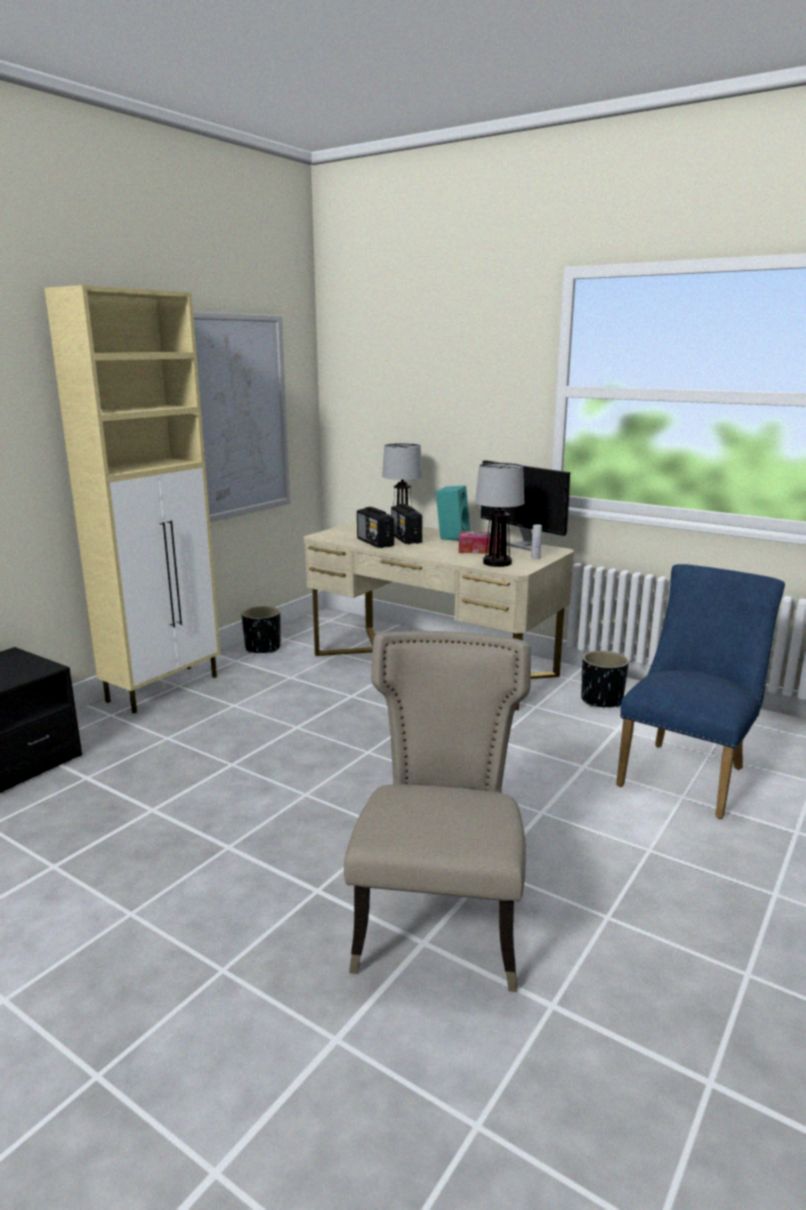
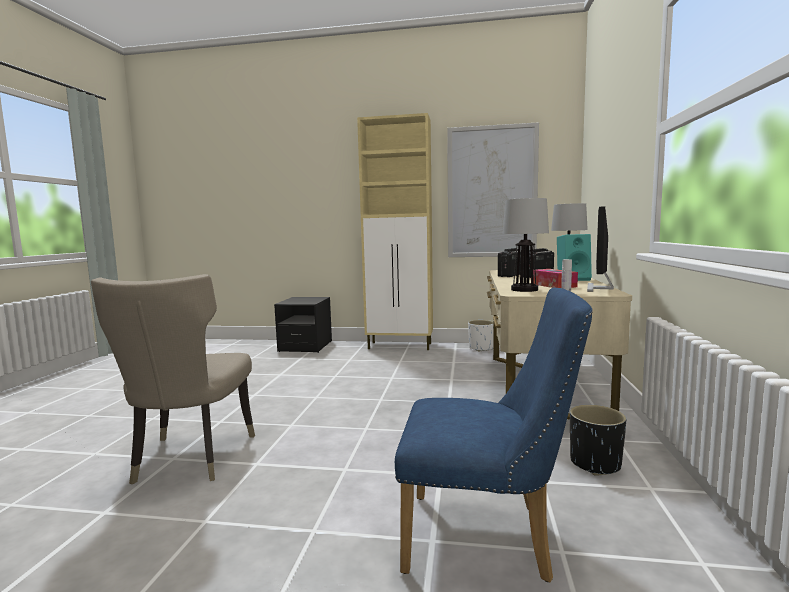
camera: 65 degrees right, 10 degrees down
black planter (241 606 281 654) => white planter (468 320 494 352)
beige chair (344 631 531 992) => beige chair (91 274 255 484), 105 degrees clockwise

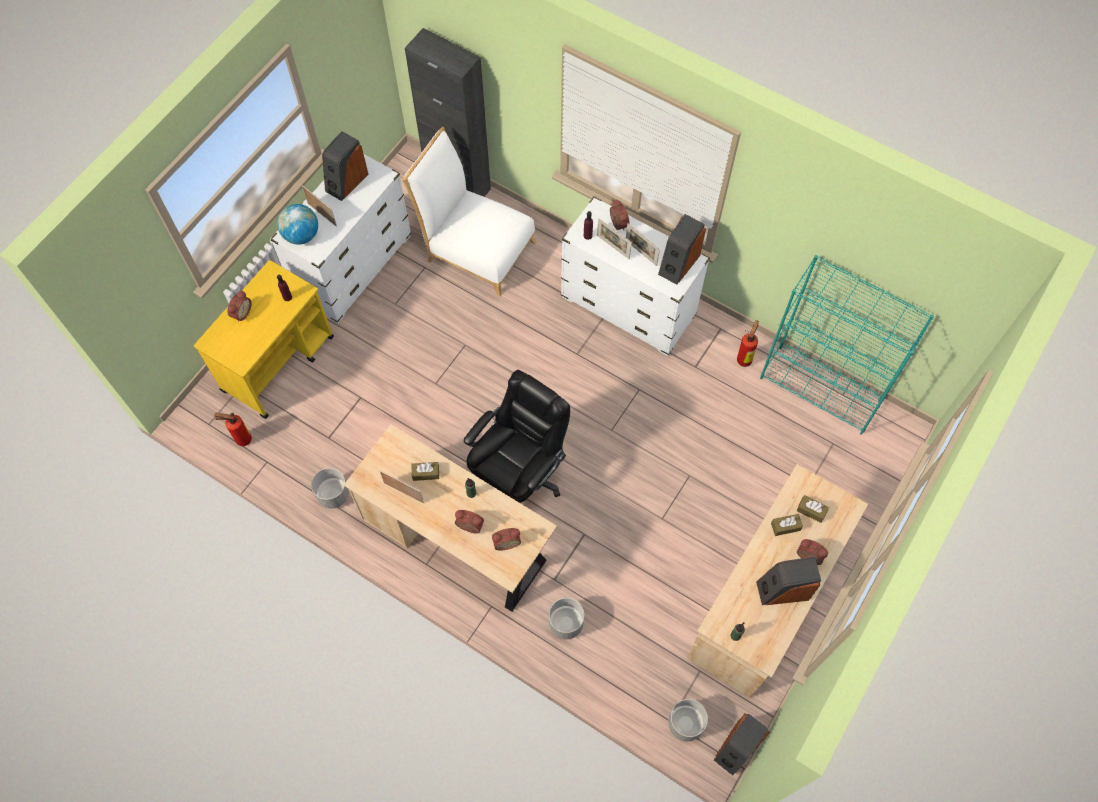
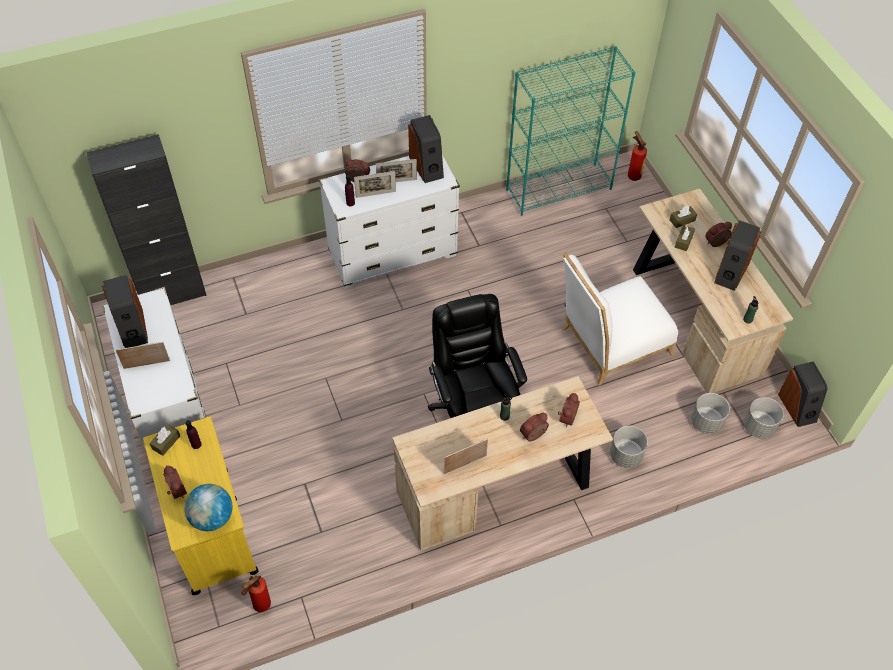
camera: 55 degrees left, 10 degrees down
white chair (402 126 536 297) => white chair (562 253 678 385), relocated
globe (277 204 318 245) => globe (184 484 232 531), relocated
fire extinguisher (737 320 759 367) => fire extinguisher (628 131 647 181), relocated
brown tissue box (411 462 439 481) => brown tissue box (149 424 180 456), relocated
grey planter (311 468 349 509) => grey planter (691 393 730 434), relocated

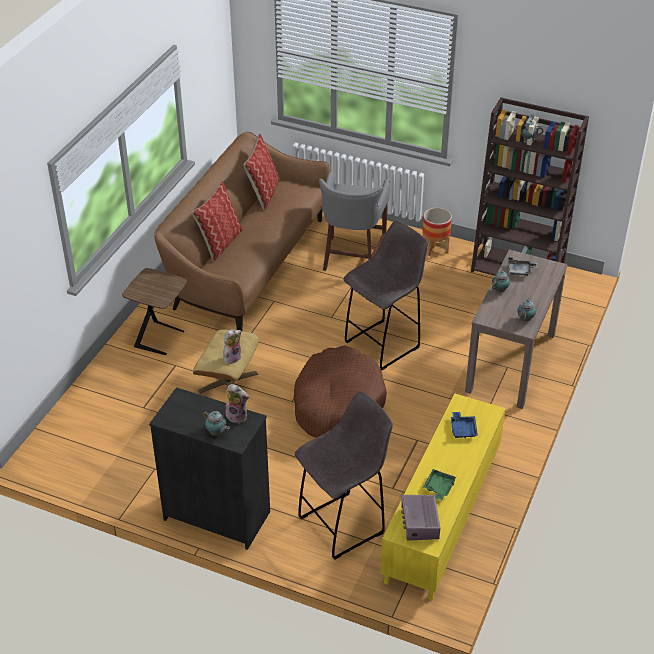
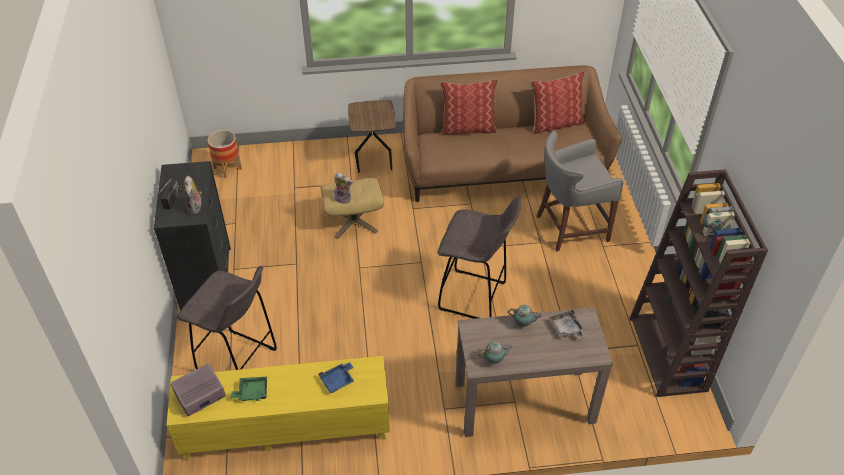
camera: 60 degrees right, 5 degrees up
planter (422 208 452 256) => planter (207 130 242 178), relocated
brown dog bed (294 345 387 438) => nothing
teapot (203 410 230 436) => radio (154 179 181 209)

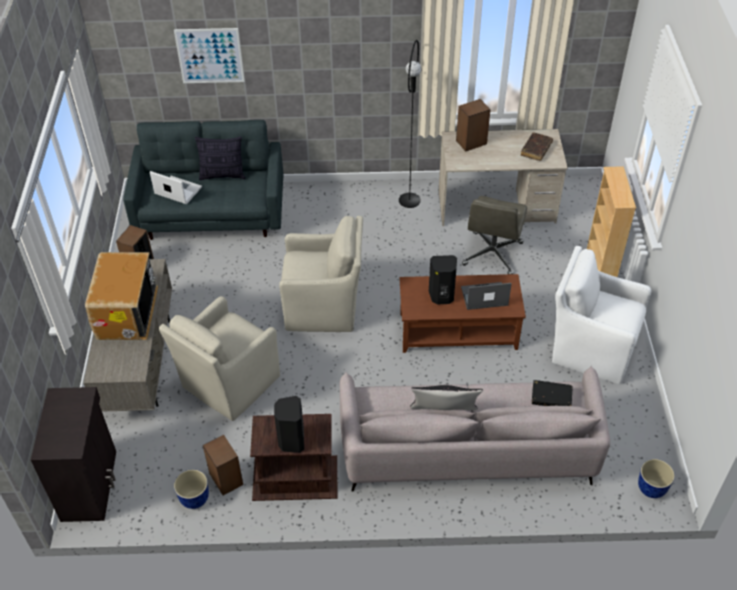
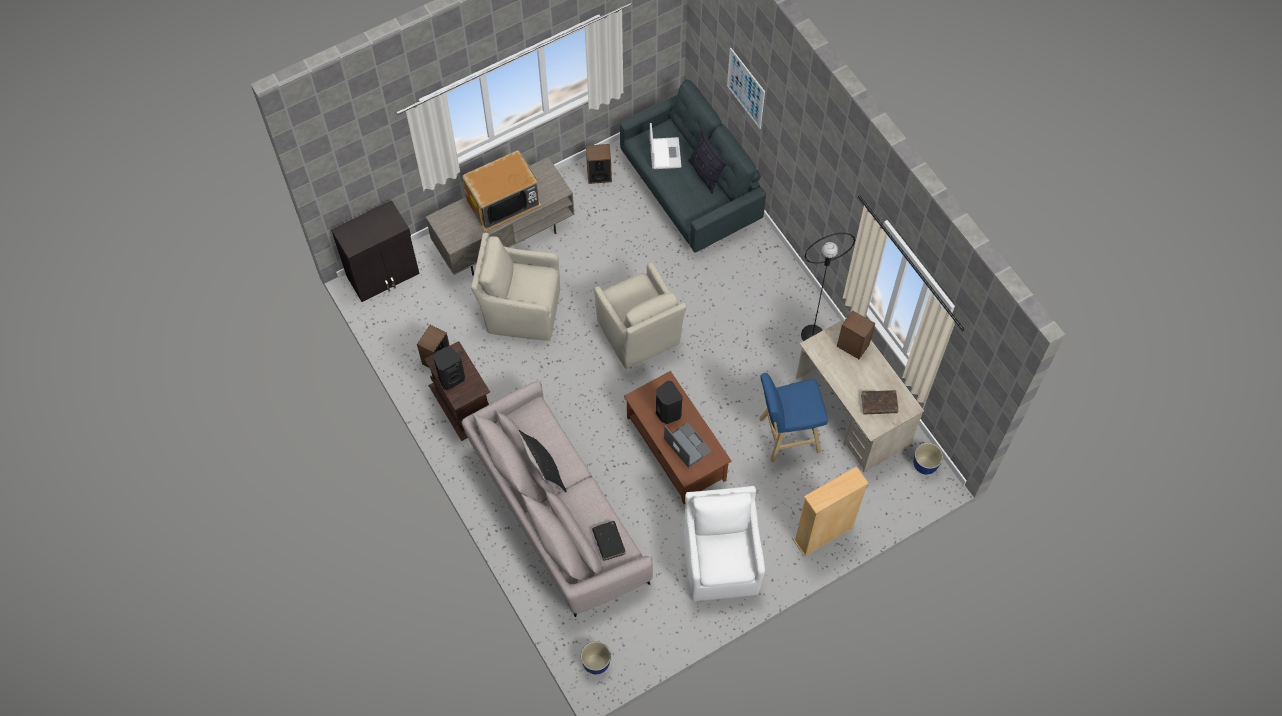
camera: 60 degrees right, 15 degrees up
grey office chair (462 196 527 274) => blue stool (759 373 828 462)
planter (174 469 209 509) => planter (913 443 943 475), relocated

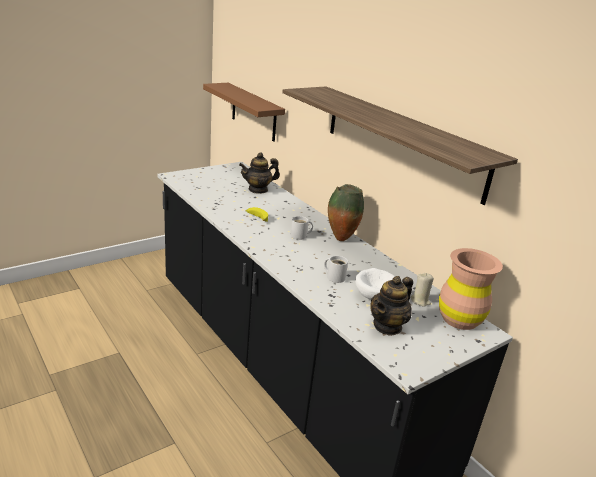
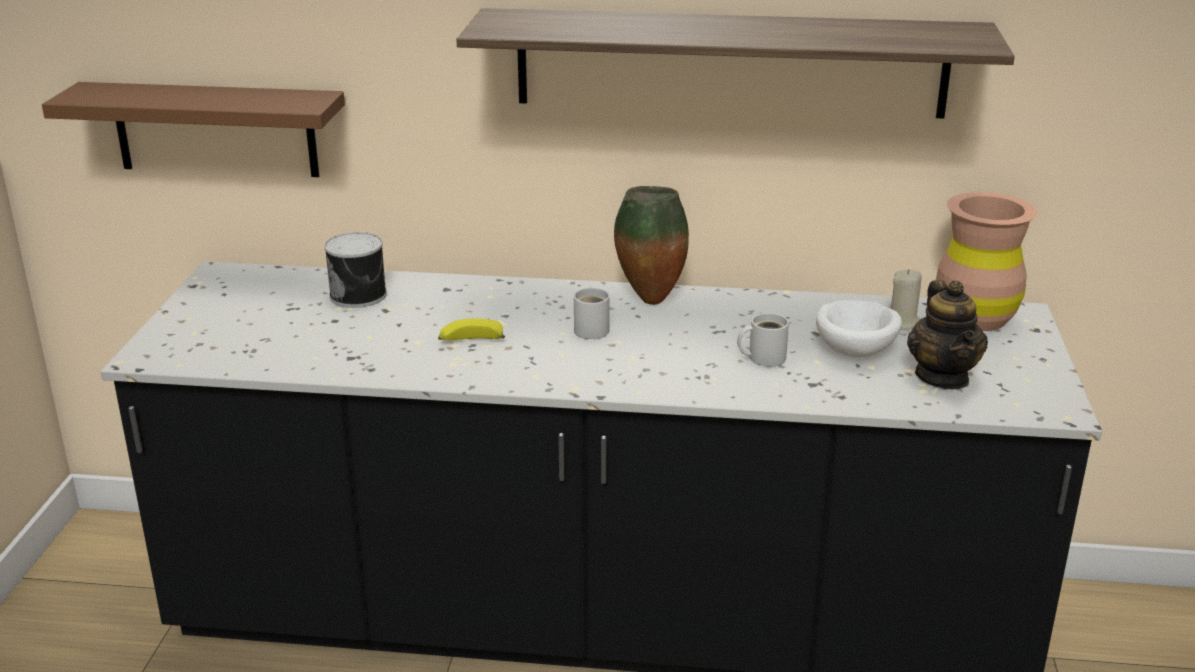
camera: 45 degrees left, 0 degrees up
teapot (239 152 280 194) => can (324 232 387 308)

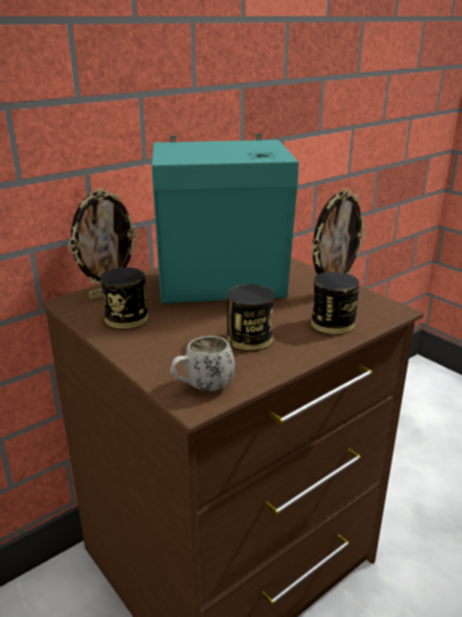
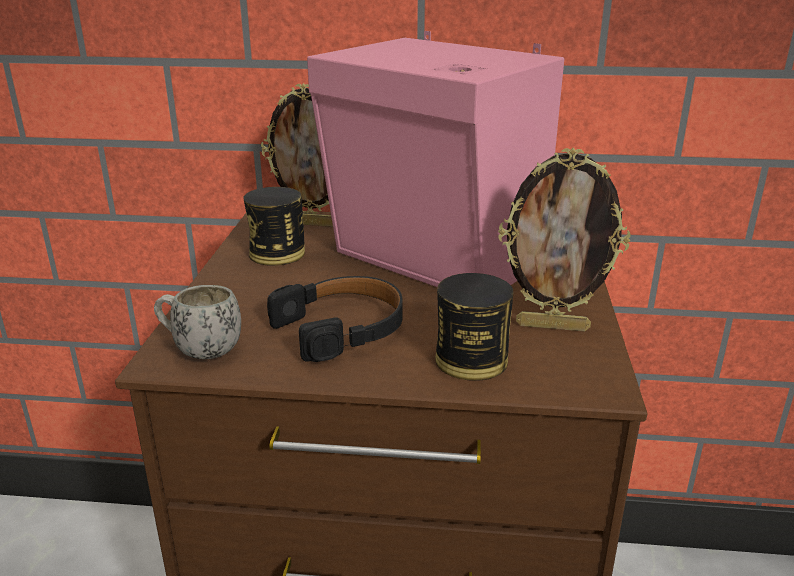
camera: 45 degrees right, 0 degrees up
turquoise speaker (152 134 299 303) => pink speaker (307 31 564 287)
can (227 284 275 351) => black headphones (267 276 403 362)

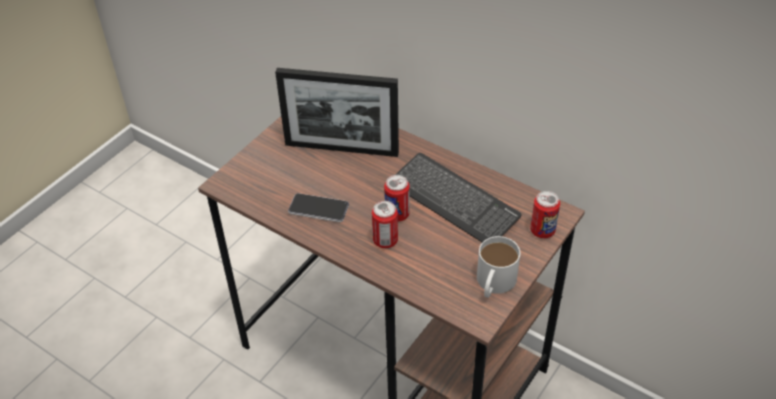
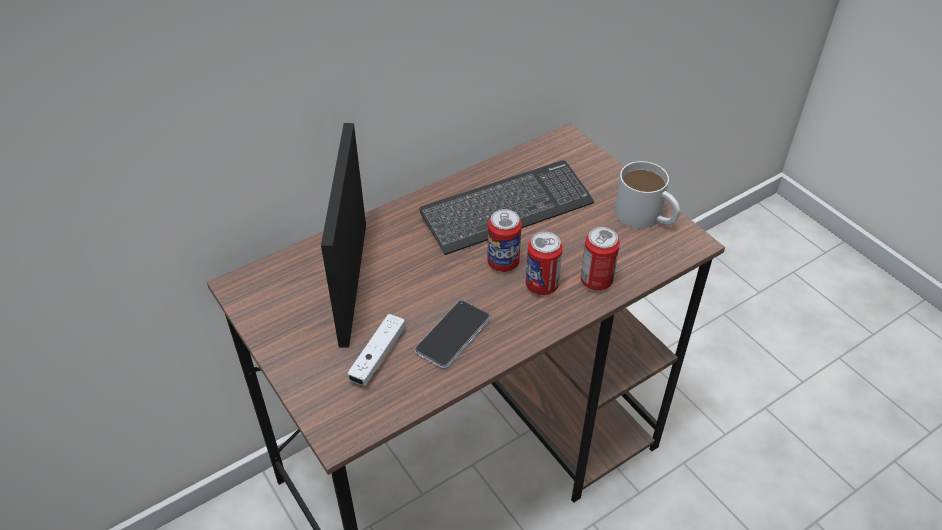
camera: 70 degrees left, 0 degrees up
picture frame (275 68 399 157) => picture frame (321 123 366 347), 150 degrees clockwise
can (530 191 560 238) => can (581 227 620 290), relocated
nothing => white game controller (347 314 405 385)

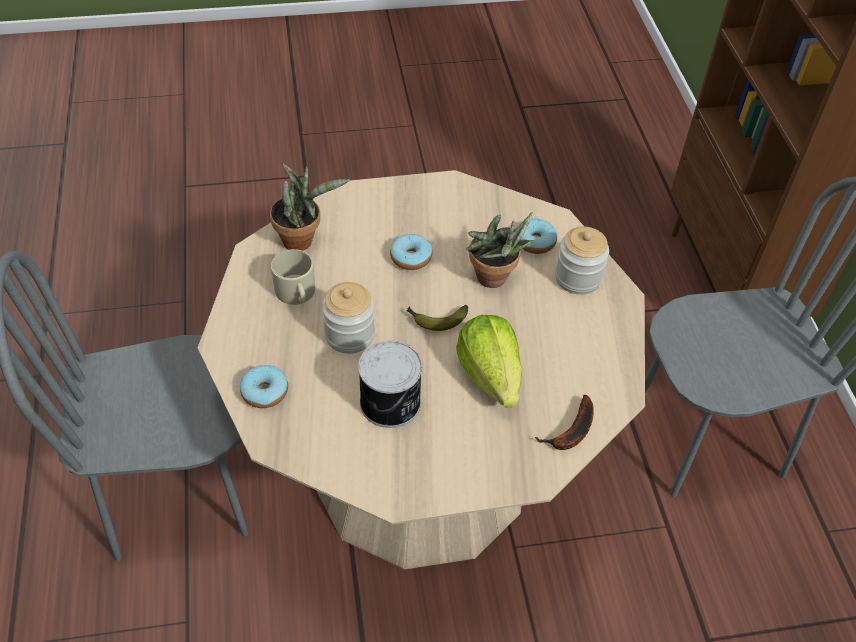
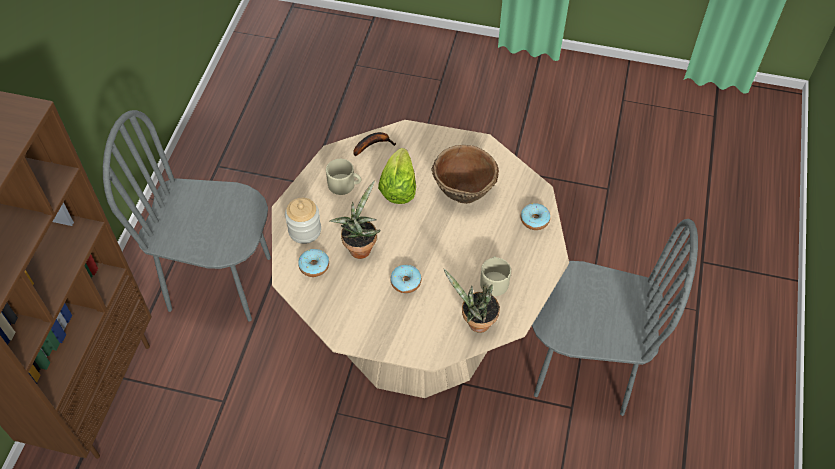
camera: 155 degrees left, 5 degrees up
jar (322 282 375 354) => nothing
banana (406 305 468 331) => nothing
can (358 341 422 428) => brown bowl (431 145 499 204)
nothing => beige mug (326 159 361 195)

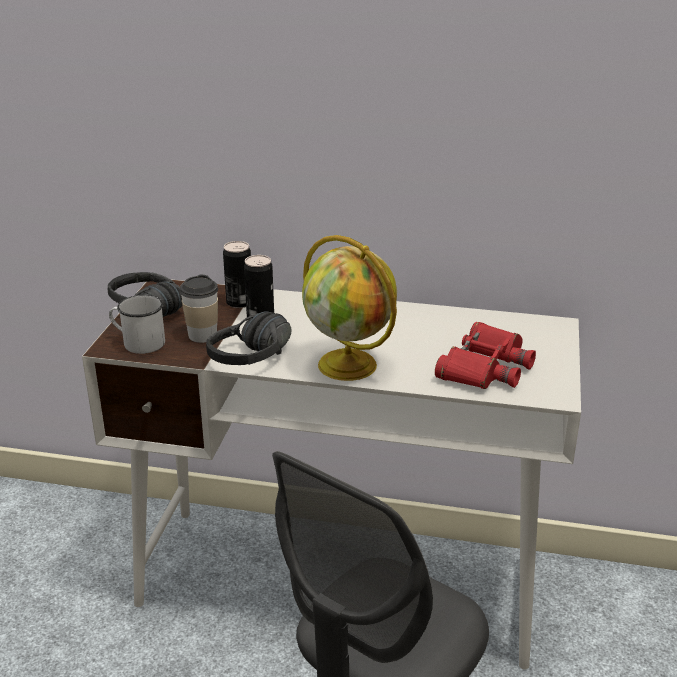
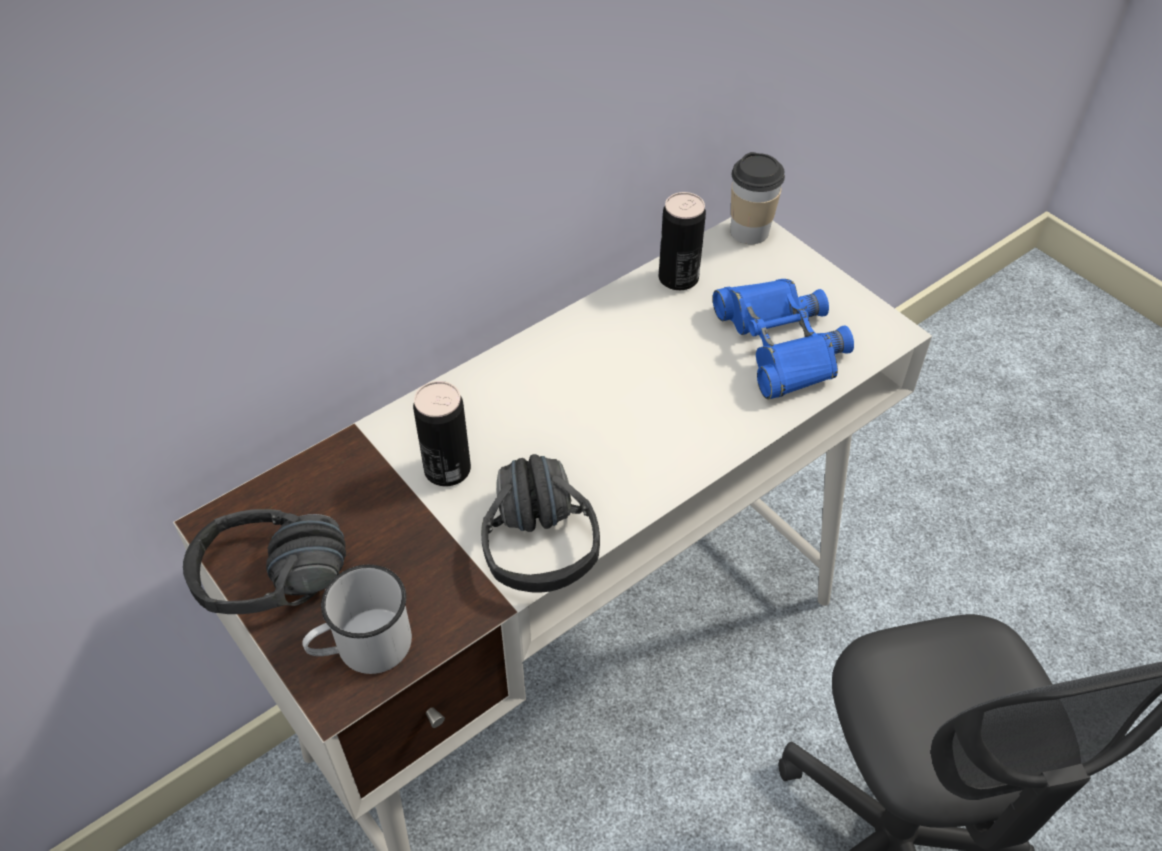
camera: 50 degrees left, 20 degrees up
globe (302 235 397 381) => nothing
can (223 241 251 308) => can (659 192 706 290), relocated
cup (180 275 218 343) => cup (731 152 785 244), relocated
red binoculars (435 322 536 389) => blue binoculars (713 279 854 399)

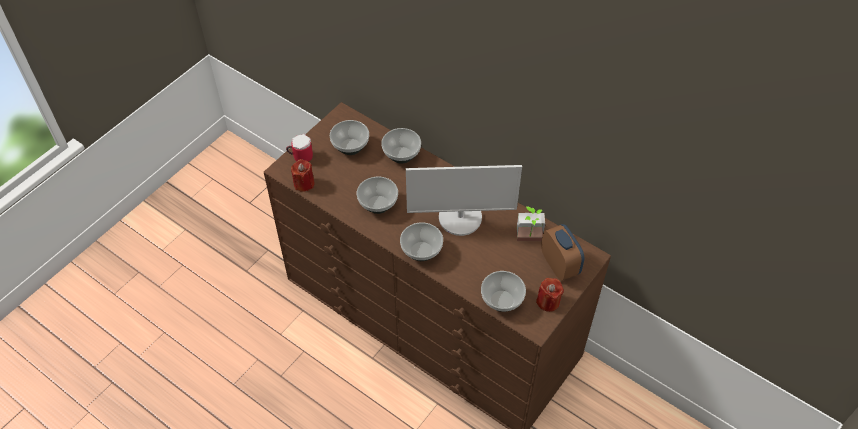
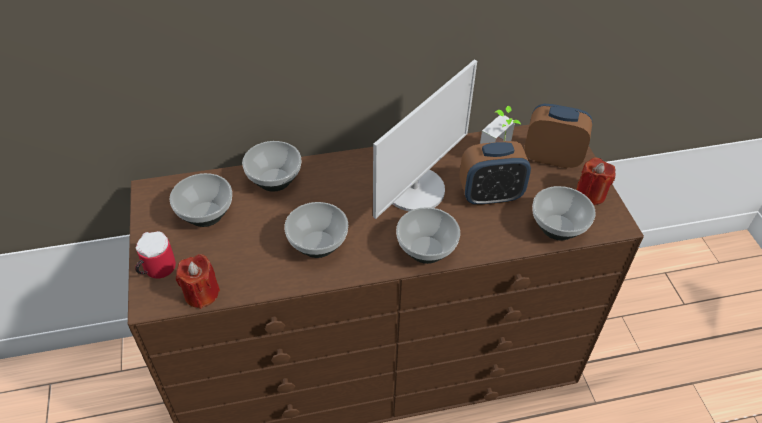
camera: 50 degrees left, 5 degrees down
nothing => alarm clock (460 141 531 206)

